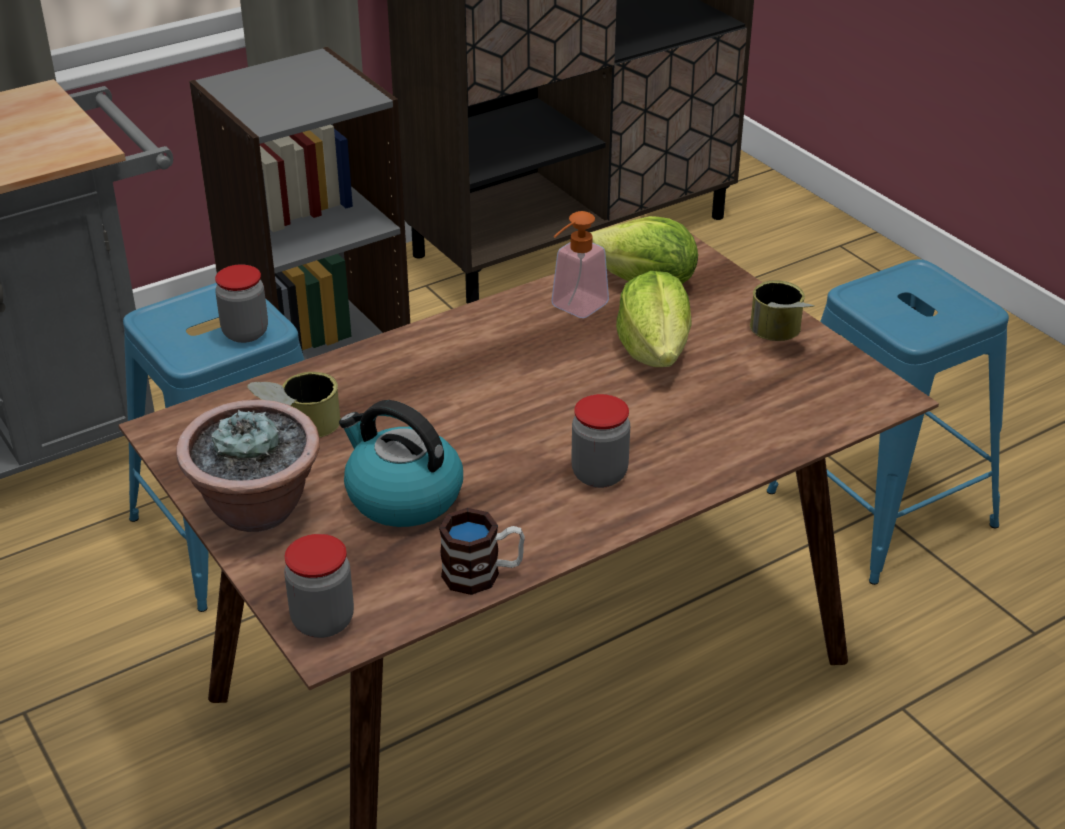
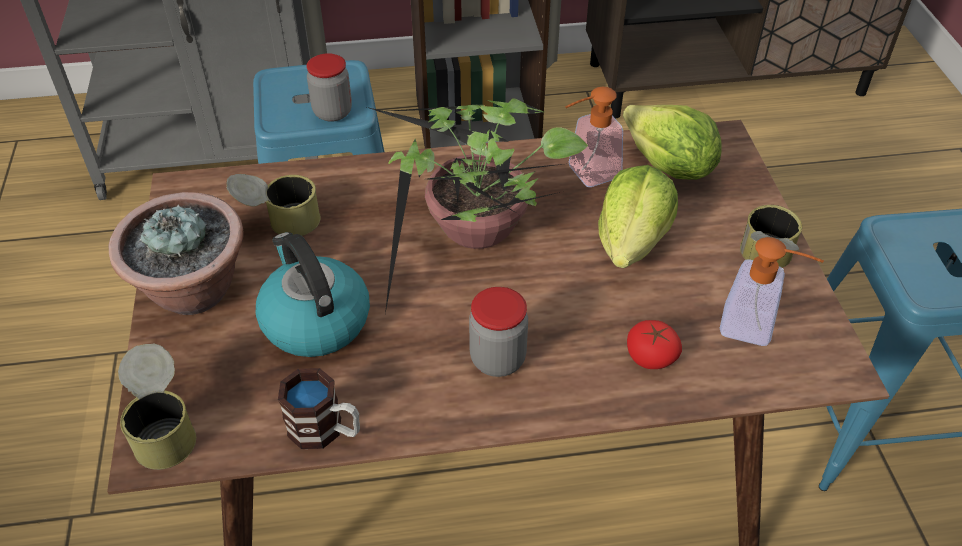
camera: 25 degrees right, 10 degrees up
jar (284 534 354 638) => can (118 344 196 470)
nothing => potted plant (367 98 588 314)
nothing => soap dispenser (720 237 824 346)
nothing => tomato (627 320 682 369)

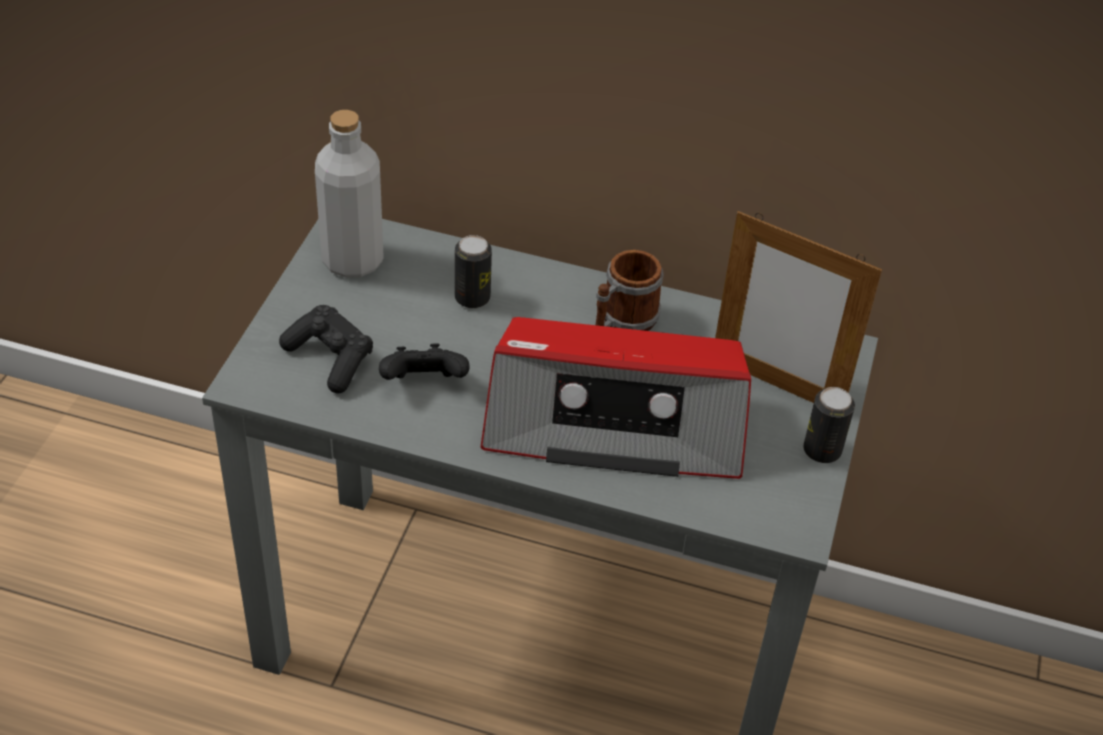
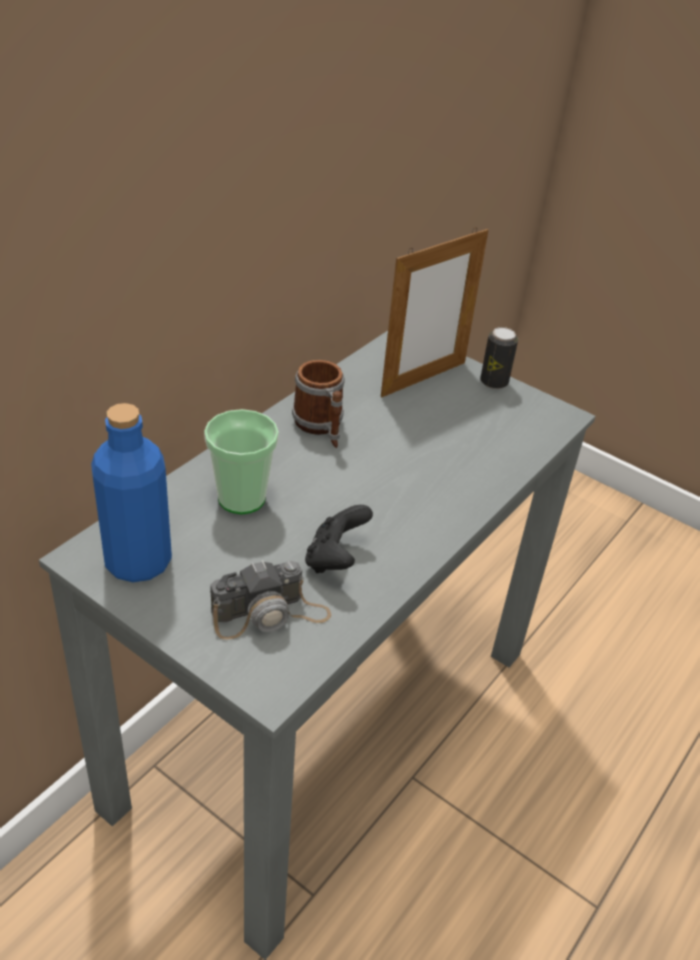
camera: 70 degrees left, 5 degrees down
grey bottle (315 110 384 278) => blue bottle (91 403 172 582)
can (455 235 492 308) => cup (204 409 279 514)
black game controller (279 305 373 394) => photo camera (210 560 331 639)
radio (481 317 751 479) => nothing

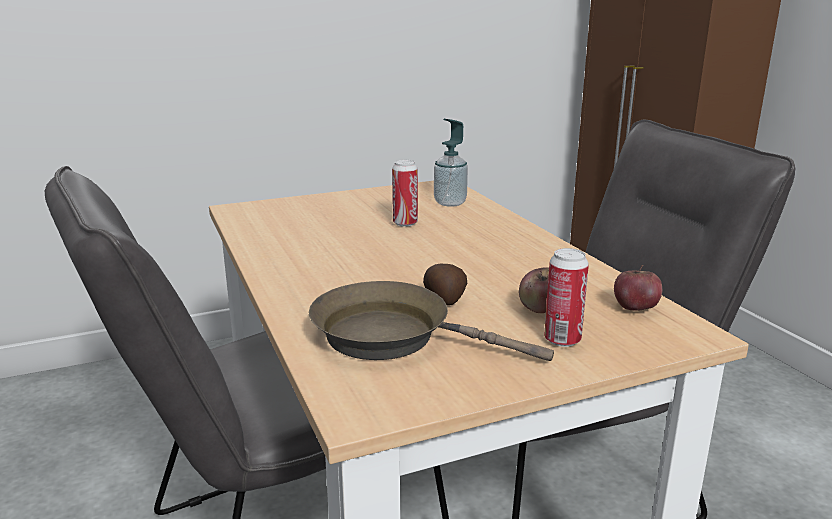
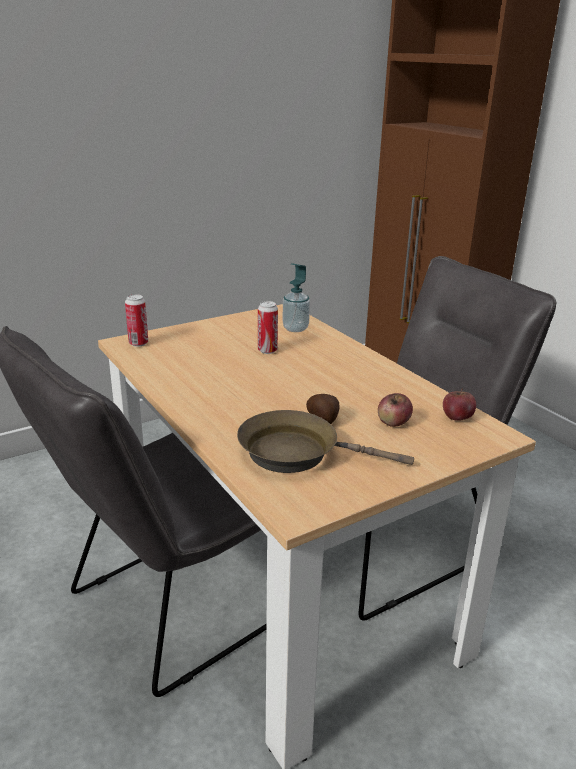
camera: 10 degrees left, 5 degrees up
can (544 248 589 347) => can (125 294 148 347), relocated

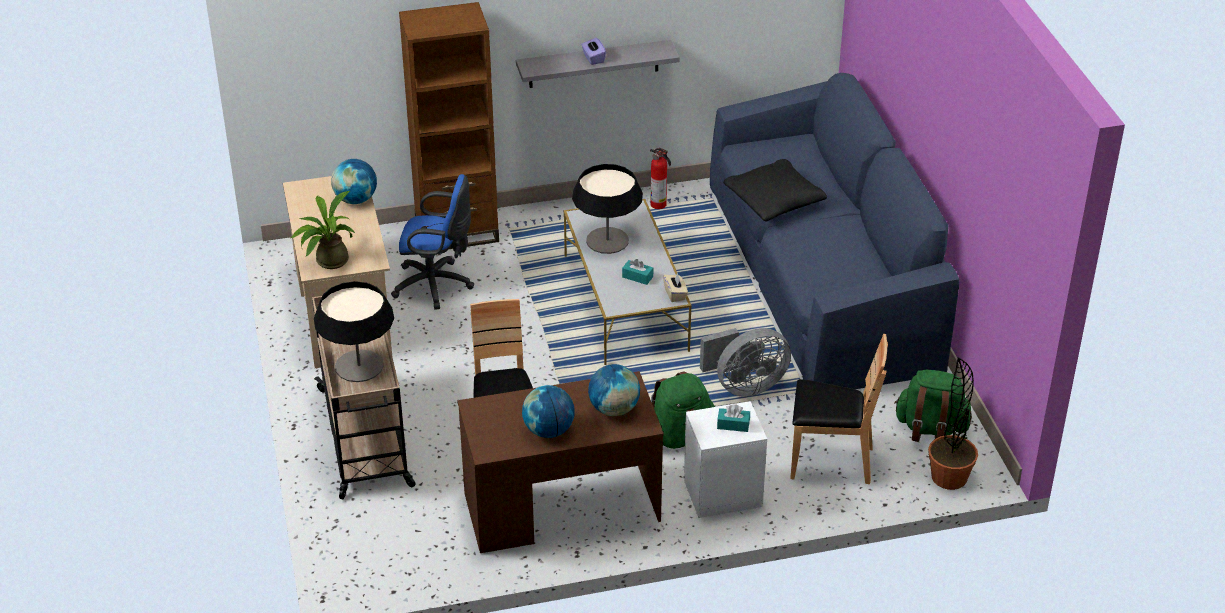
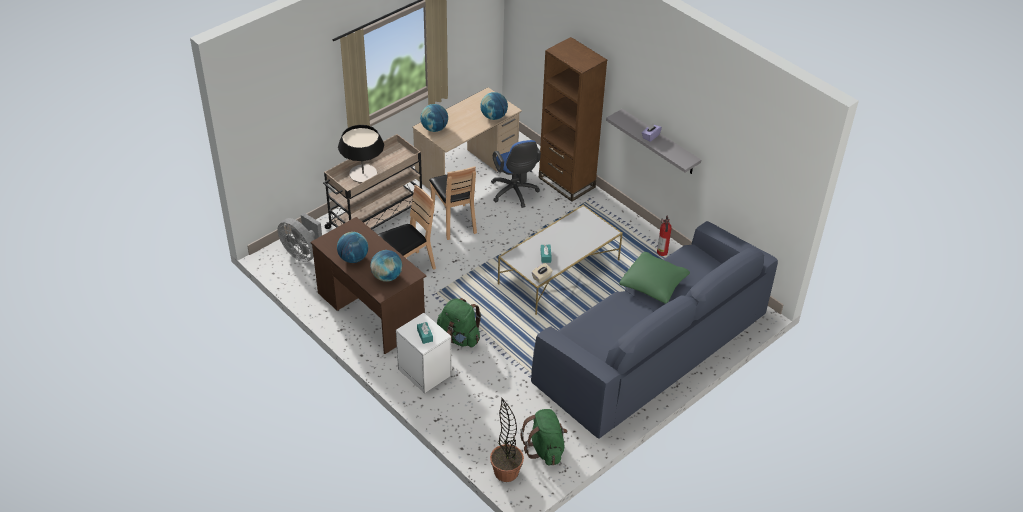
camera: 60 degrees right, 5 degrees up
black pillow (723 159 827 221) => green pillow (619 252 690 304)
table lamp (572 164 643 254) => nothing
potted plant (291 191 355 269) => globe (420 104 448 132)
grey fan (700 328 791 397) => grey fan (278 213 322 262), relocated
brown chair (790 334 888 484) => brown chair (429 166 477 240), relocated

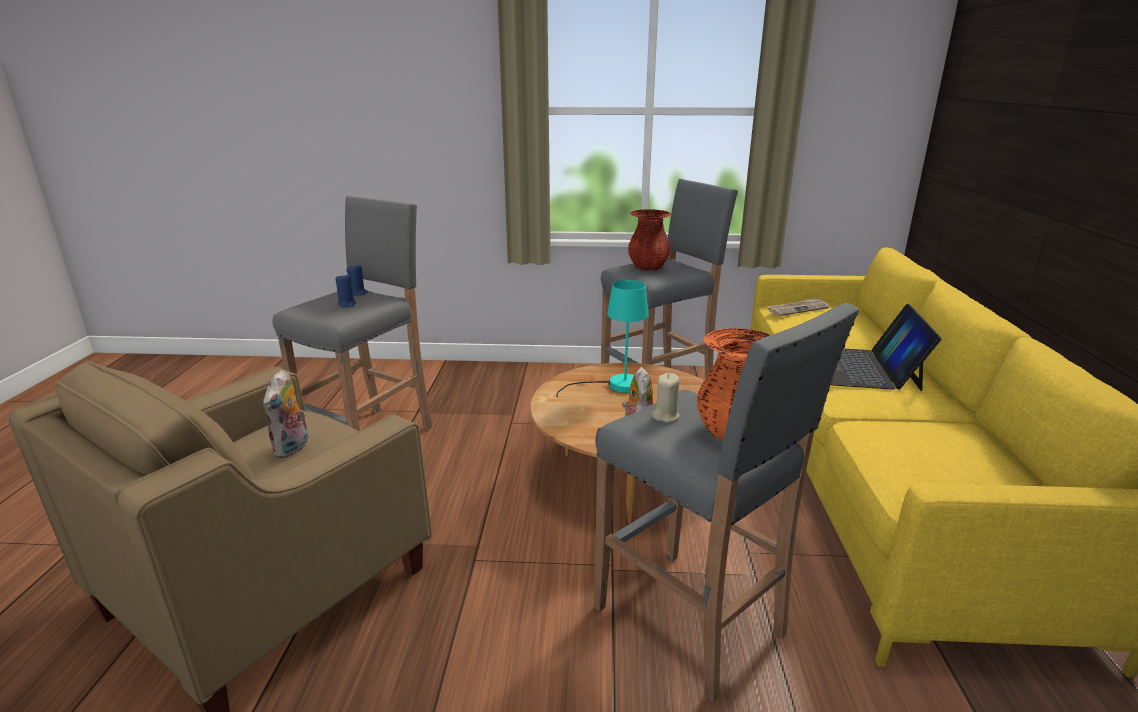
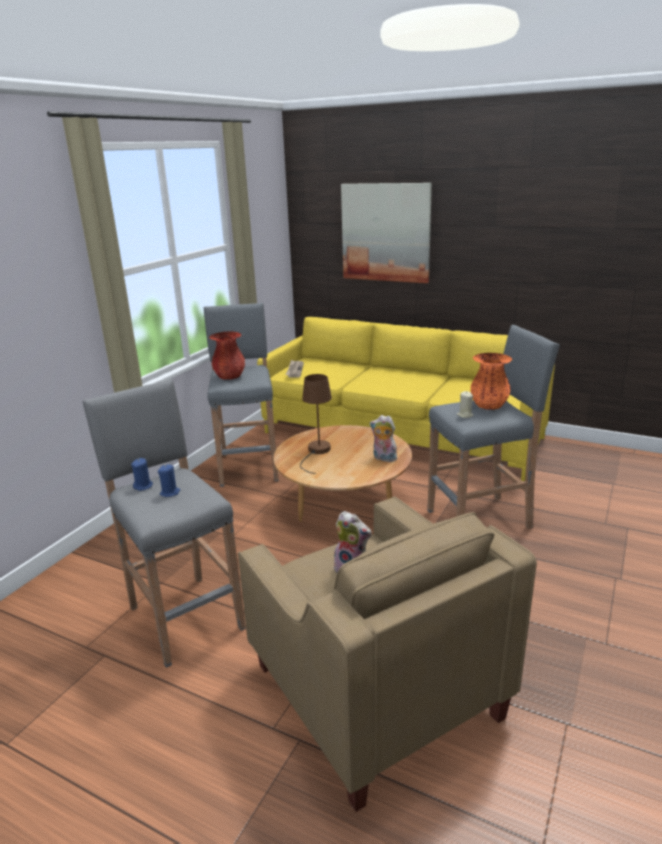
camera: 65 degrees left, 0 degrees up
turquoise table lamp (556 280 649 398) => brown table lamp (300 374 332 474)
laptop (831 304 942 391) => nothing
nothing => picture (341 183 432 283)

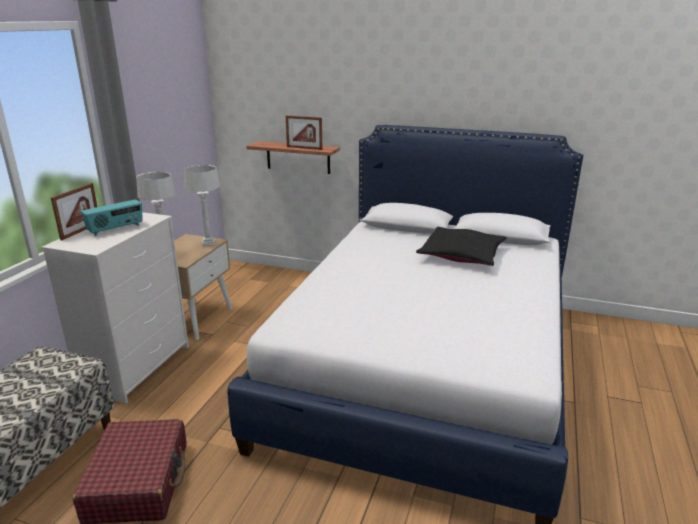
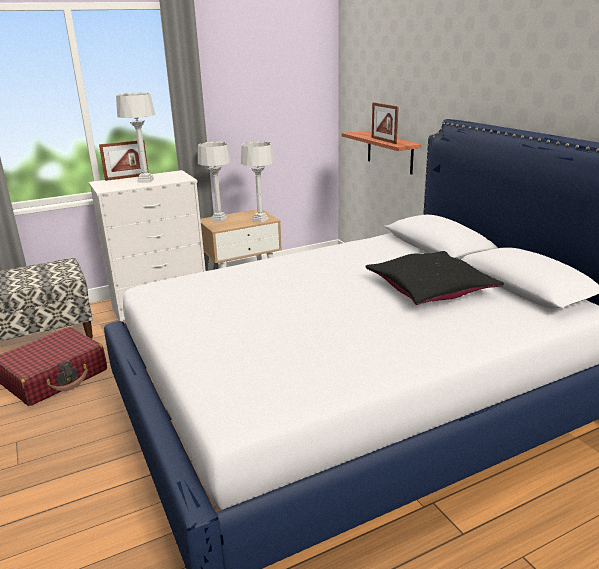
camera: 45 degrees right, 0 degrees up
radio (81 199 143 236) => grey table lamp (116 93 155 183)

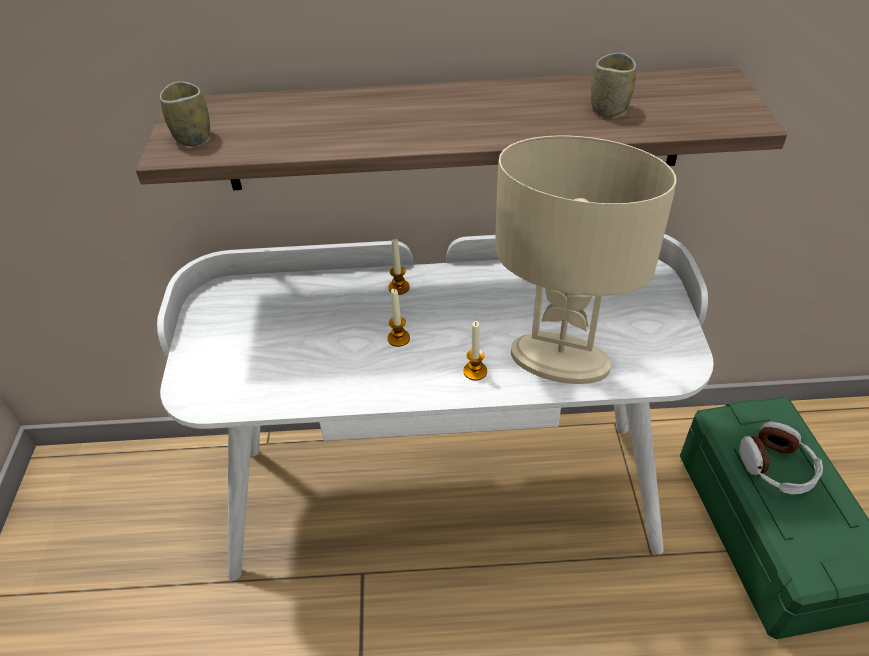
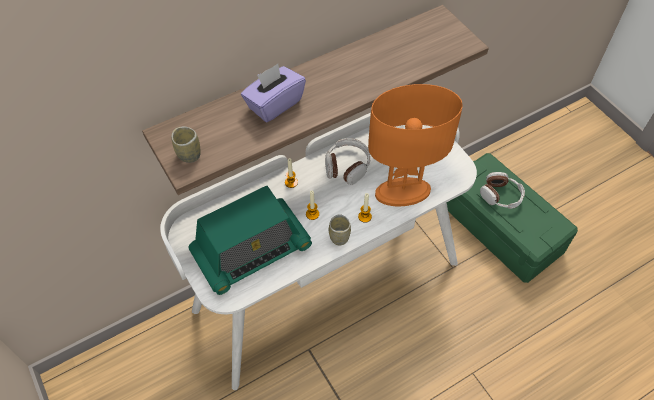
camera: 30 degrees left, 10 degrees up
cup (591 53 636 117) => cup (329 214 351 245), relocated
beige table lamp (496 135 677 384) => orange table lamp (368 84 463 206)
nothing => purple tissue box (241 64 306 122)
nothing => headphones (325 138 370 185)
nothing => radio (188 186 312 295)

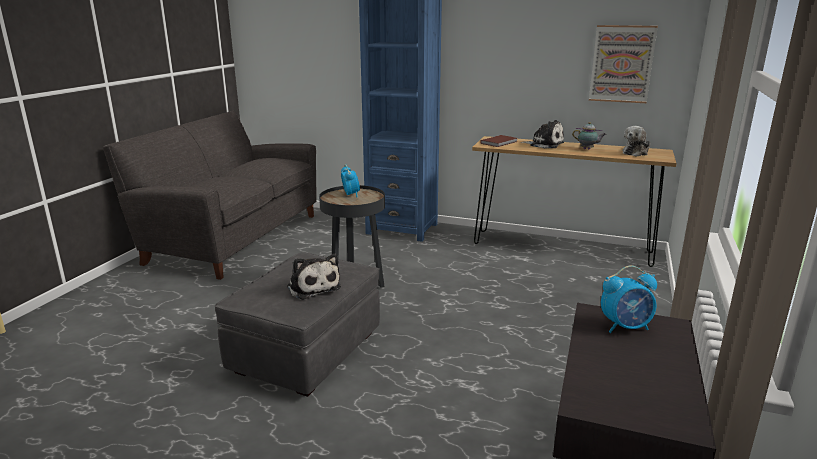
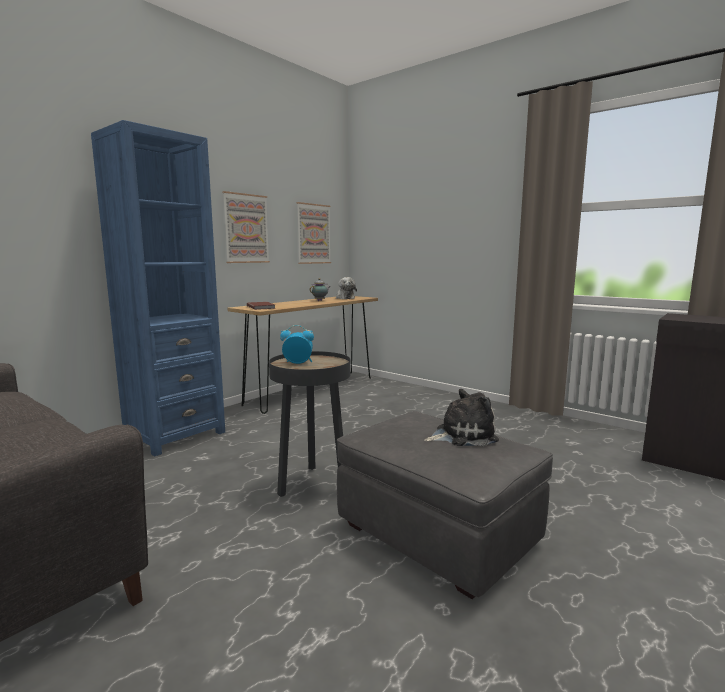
camera: 70 degrees left, 10 degrees down
plush toy (521 120 564 149) => nothing
alarm clock (601 266 657 333) => nothing
nothing => picture (222 191 270 263)

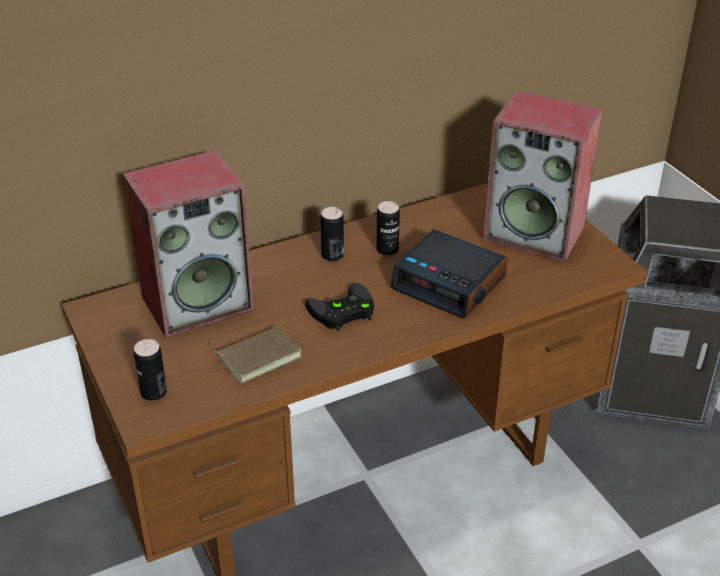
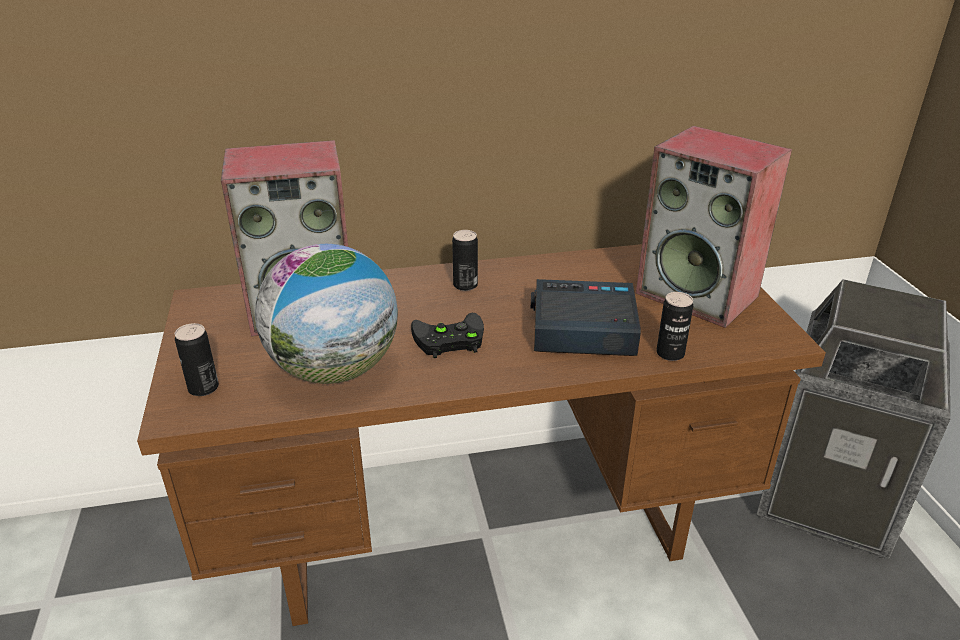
camera: 15 degrees right, 5 degrees down
can (376 201 400 256) => can (656 292 693 361), relocated
alarm clock (391 229 508 319) => alarm clock (531 279 641 356), 135 degrees clockwise
brown book (210 326 302 384) => globe (255 244 398 384)

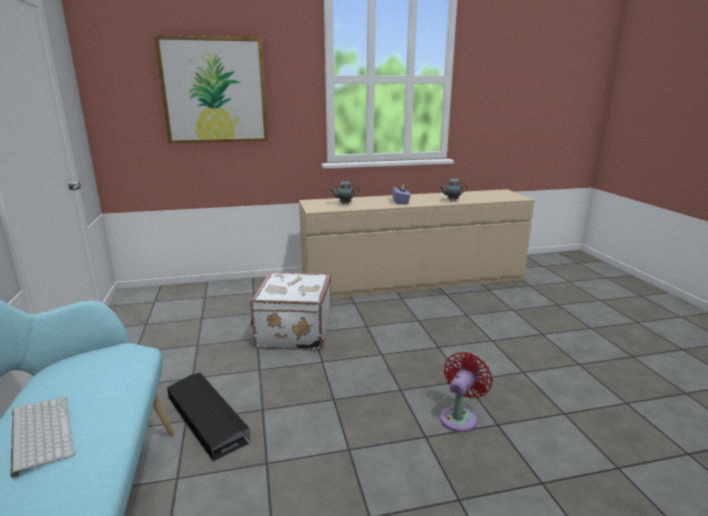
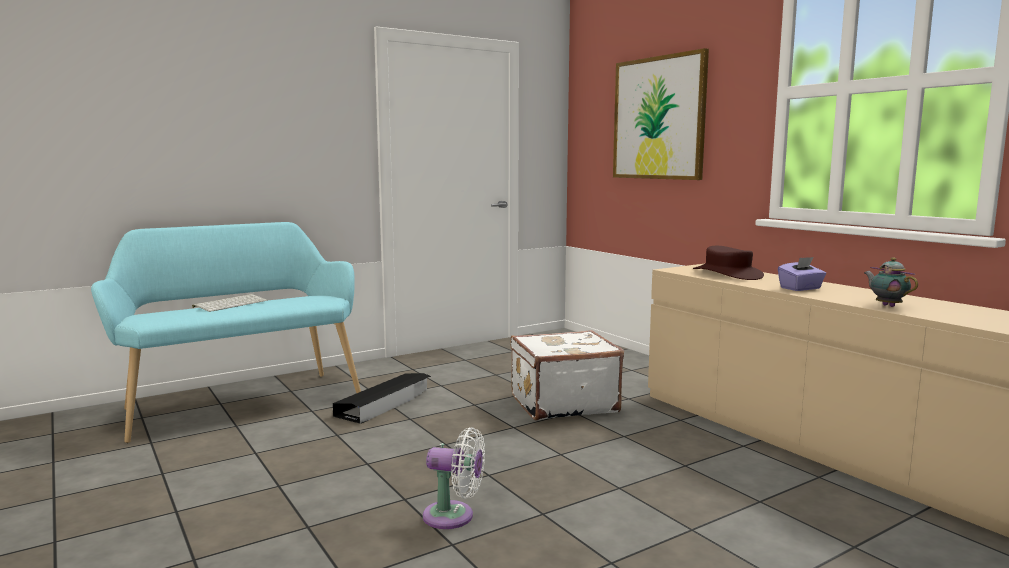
camera: 70 degrees right, 10 degrees down
teapot (330 179 360 204) => brown hat (693 246 764 280)
red fan (440 352 493 432) => white fan (423 428 485 529)

